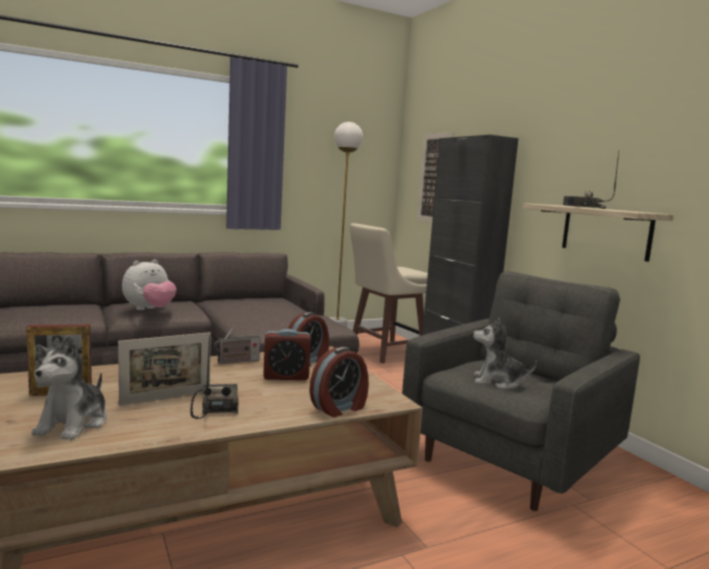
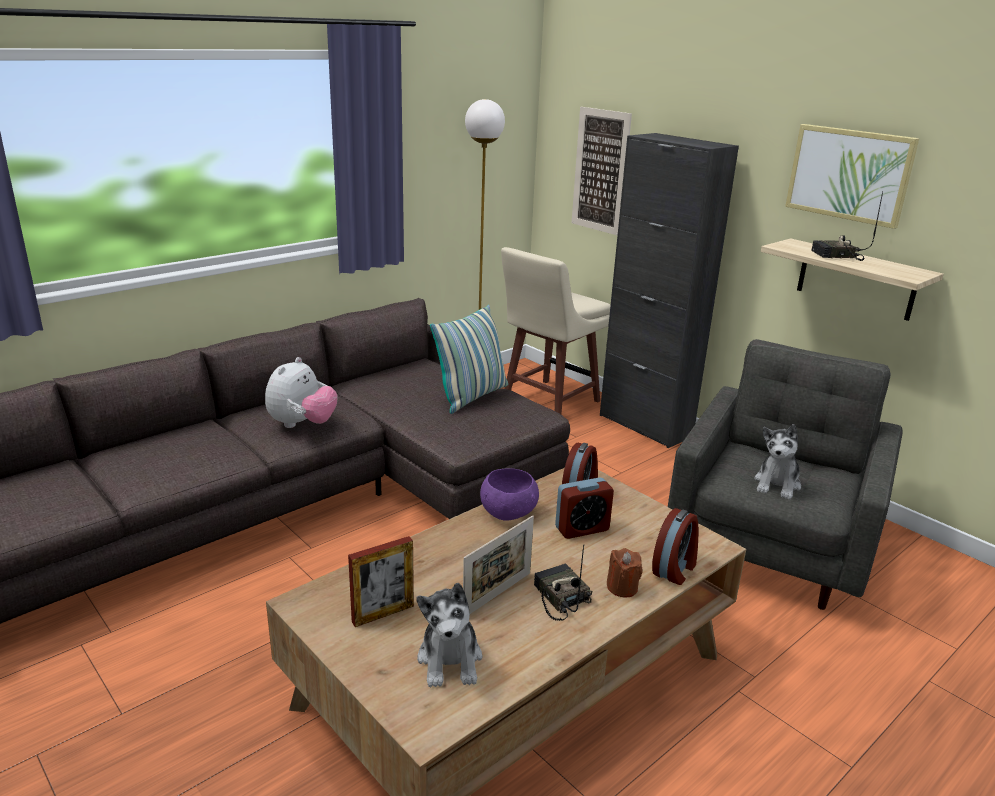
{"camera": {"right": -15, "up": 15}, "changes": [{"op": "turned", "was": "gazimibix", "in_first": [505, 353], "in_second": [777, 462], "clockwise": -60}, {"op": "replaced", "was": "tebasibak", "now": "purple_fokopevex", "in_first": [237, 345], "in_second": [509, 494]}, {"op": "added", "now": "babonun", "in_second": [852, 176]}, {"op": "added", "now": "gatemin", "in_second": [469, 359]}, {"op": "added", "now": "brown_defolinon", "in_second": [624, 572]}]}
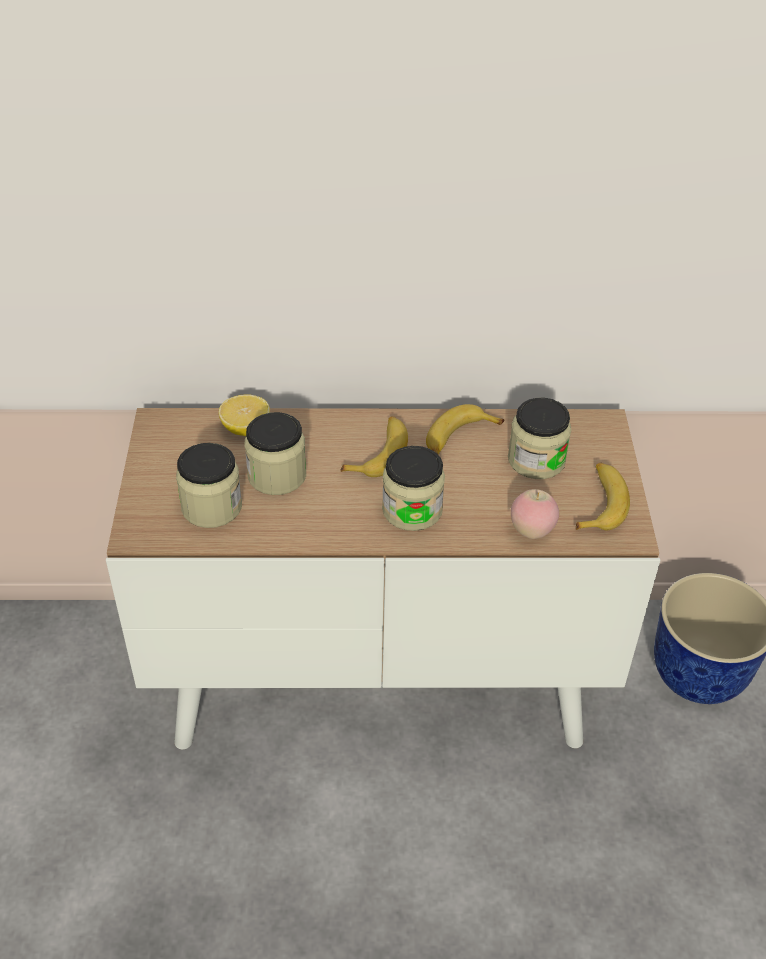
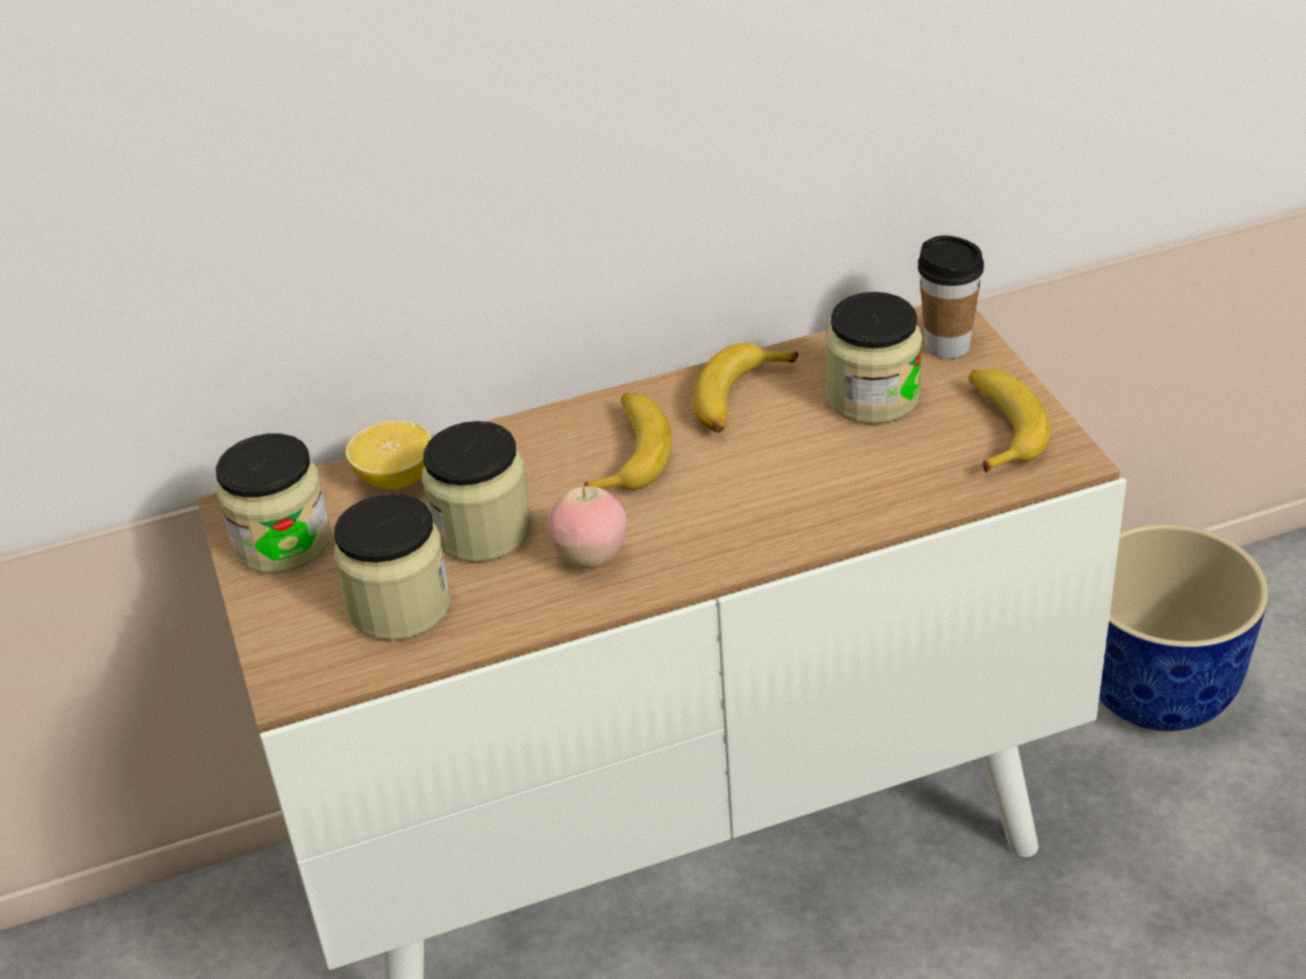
{"camera": {"right": -15, "up": -5}, "changes": [{"op": "moved", "was": "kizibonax", "in_first": [413, 488], "in_second": [274, 504]}, {"op": "moved", "was": "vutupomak", "in_first": [535, 514], "in_second": [587, 527]}, {"op": "added", "now": "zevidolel", "in_second": [951, 297]}]}
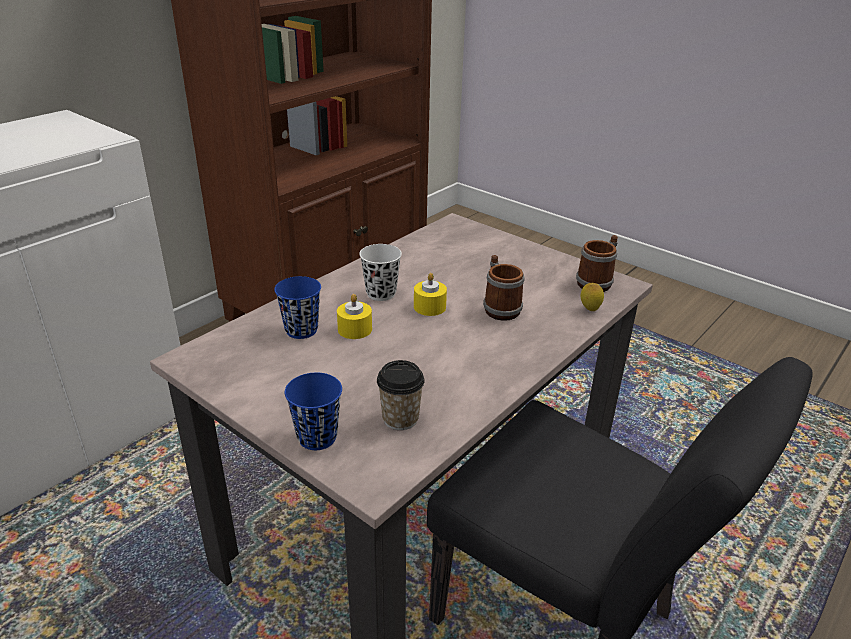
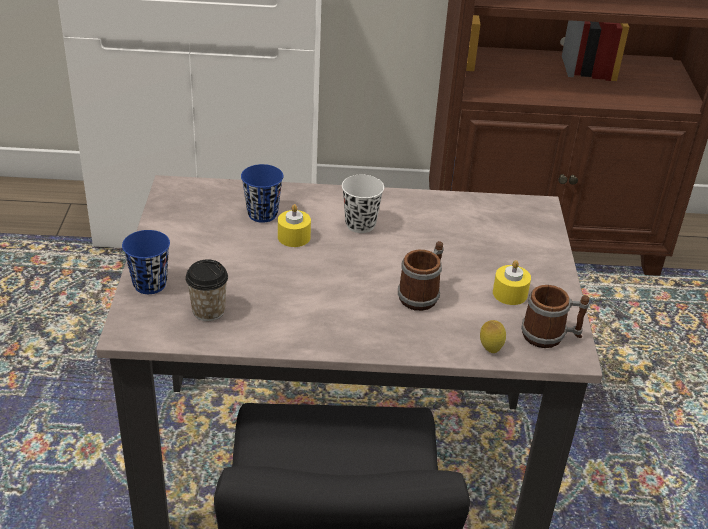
{"camera": {"right": 50, "up": 5}, "changes": [{"op": "moved", "was": "yellow_defolinon", "in_first": [430, 294], "in_second": [512, 282]}]}
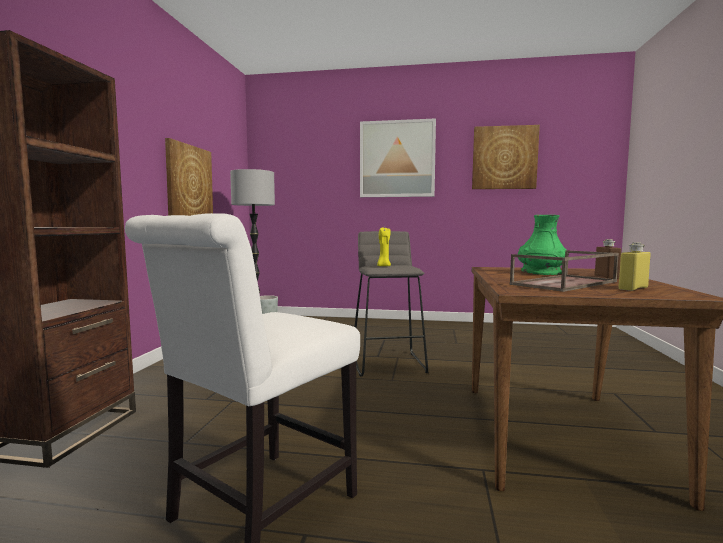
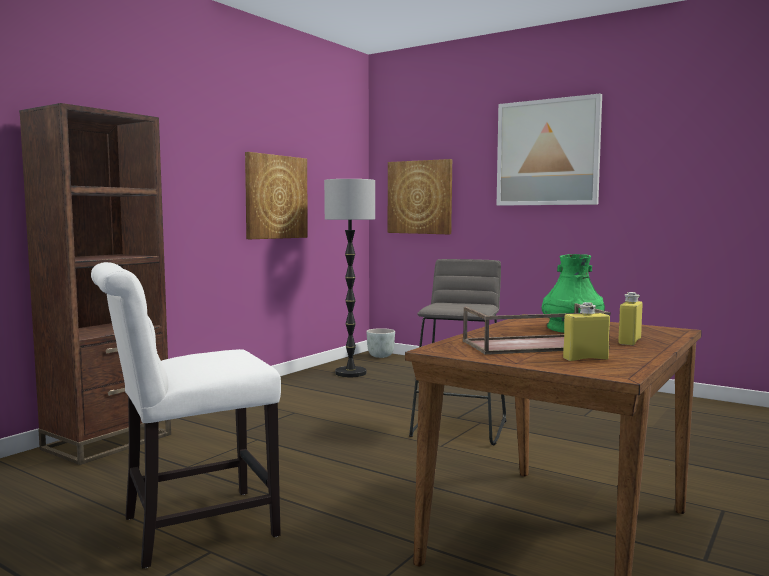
{"camera": {"right": 25, "up": 0}, "changes": [{"op": "moved", "was": "babonun", "in_first": [506, 157], "in_second": [420, 196]}, {"op": "removed", "was": "yellow_defolinon", "in_first": [384, 247]}, {"op": "recoloured", "was": "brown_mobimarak", "now": "yellow_mobimarak", "in_first": [608, 259], "in_second": [630, 318]}]}
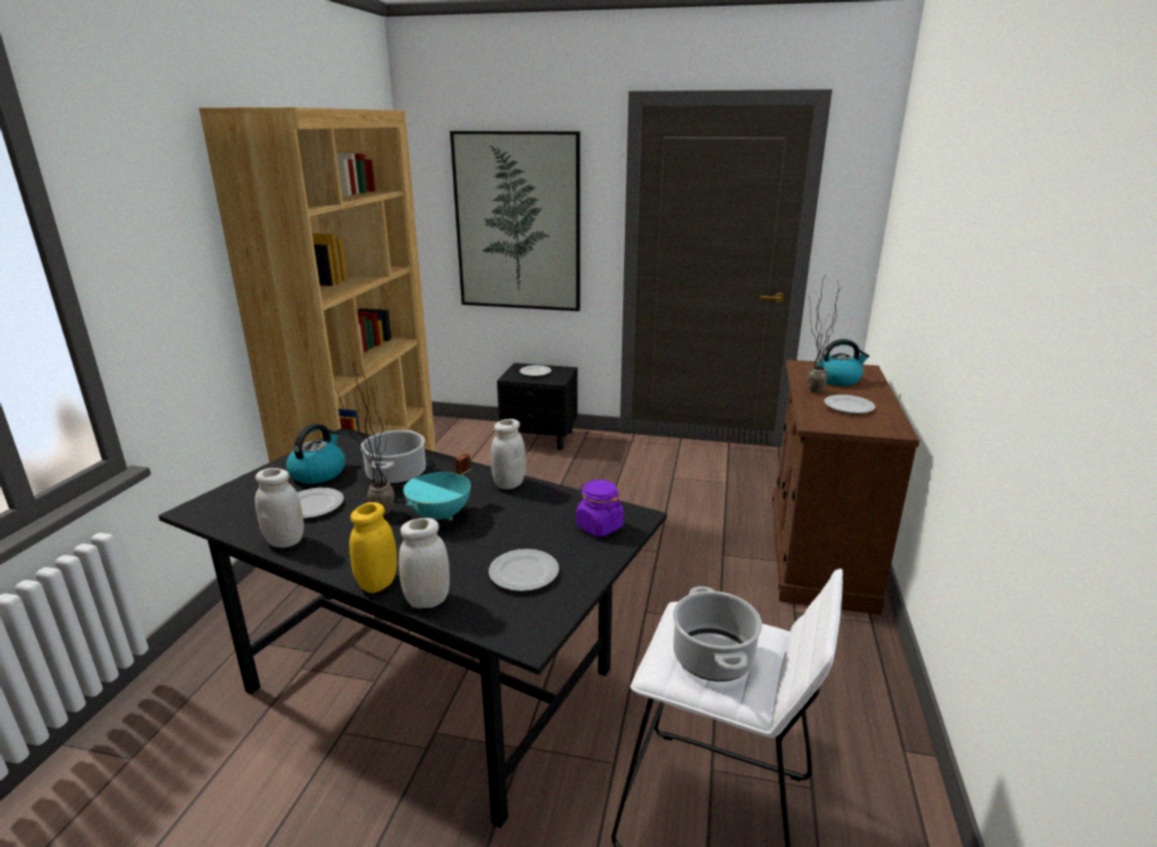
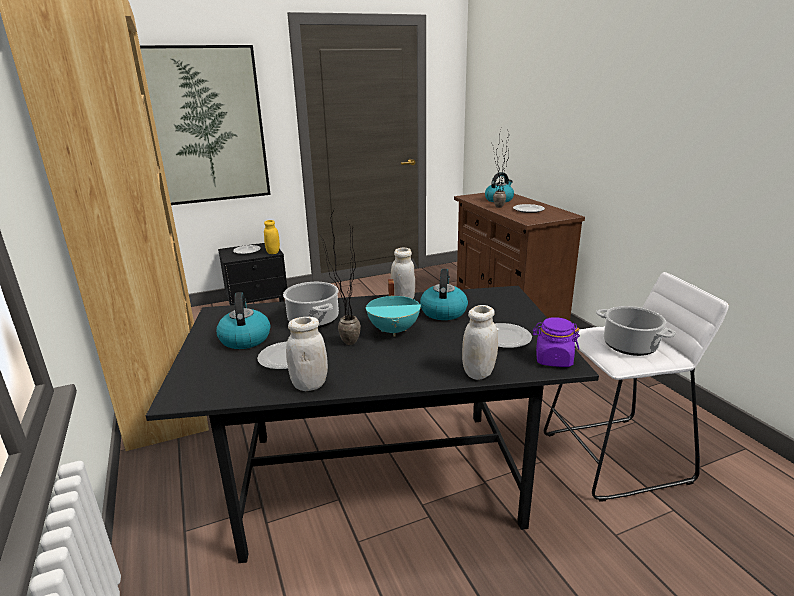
{"camera": {"right": -35, "up": 0}, "changes": [{"op": "moved", "was": "purple_kizibonax", "in_first": [600, 508], "in_second": [556, 342]}, {"op": "moved", "was": "yellow_kizibonax", "in_first": [373, 547], "in_second": [272, 237]}, {"op": "added", "now": "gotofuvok", "in_second": [444, 294]}]}
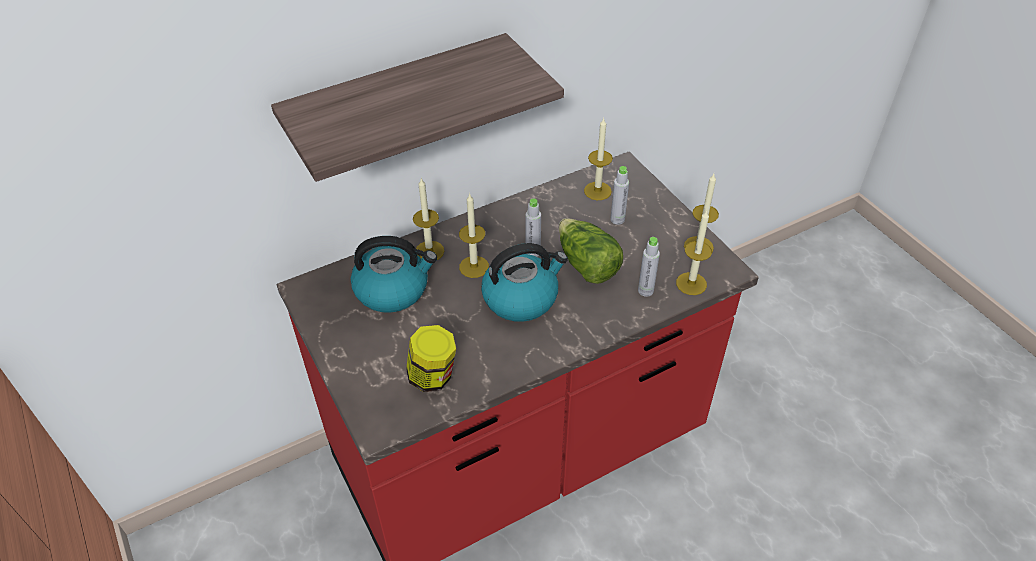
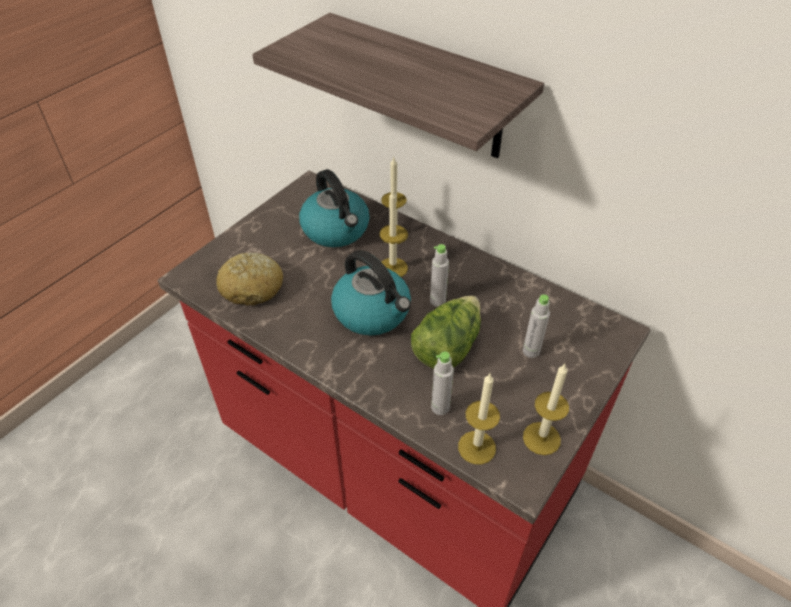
{"camera": {"right": 65, "up": 0}, "changes": [{"op": "removed", "was": "defolinon", "in_first": [598, 159]}, {"op": "replaced", "was": "kizibonax", "now": "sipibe", "in_first": [431, 358], "in_second": [249, 279]}]}
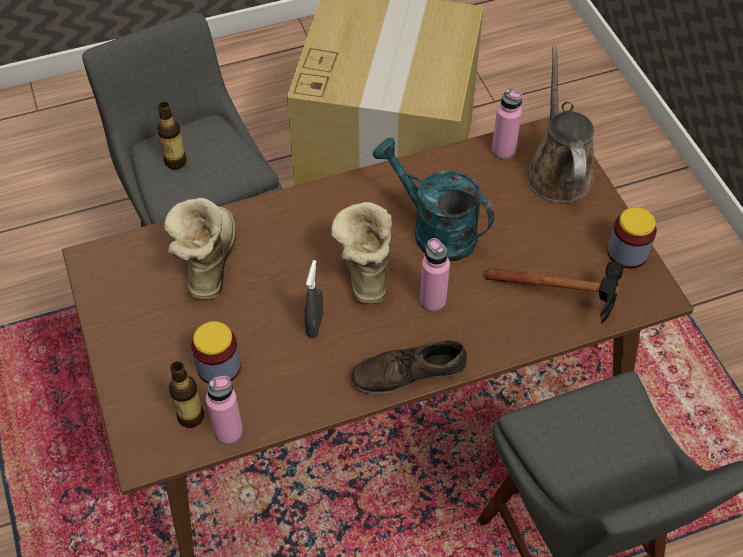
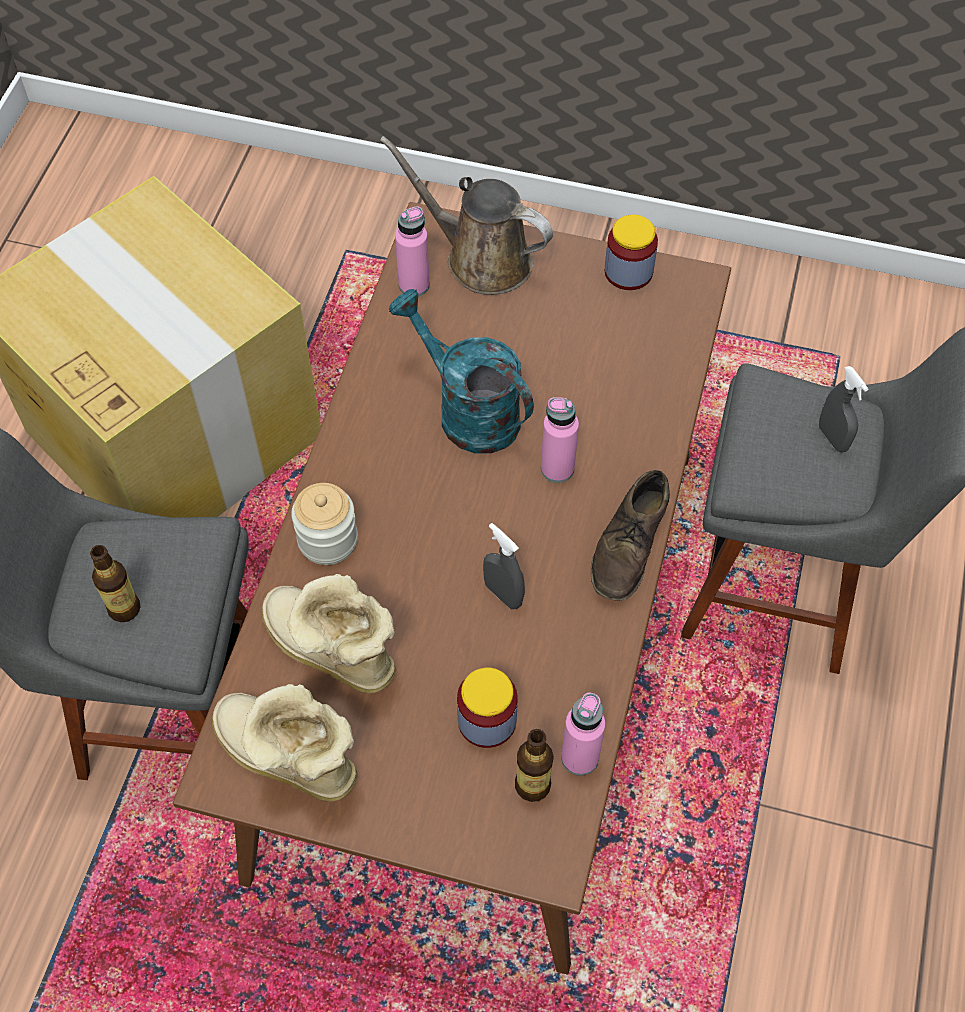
{"camera": {"right": -55, "up": 5}, "changes": [{"op": "turned", "was": "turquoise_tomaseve", "in_first": [433, 199], "in_second": [461, 371], "clockwise": 60}, {"op": "moved", "was": "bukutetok", "in_first": [361, 253], "in_second": [285, 742]}, {"op": "removed", "was": "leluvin", "in_first": [555, 292]}, {"op": "added", "now": "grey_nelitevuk", "in_second": [843, 409]}, {"op": "added", "now": "kizibonax", "in_second": [324, 524]}]}
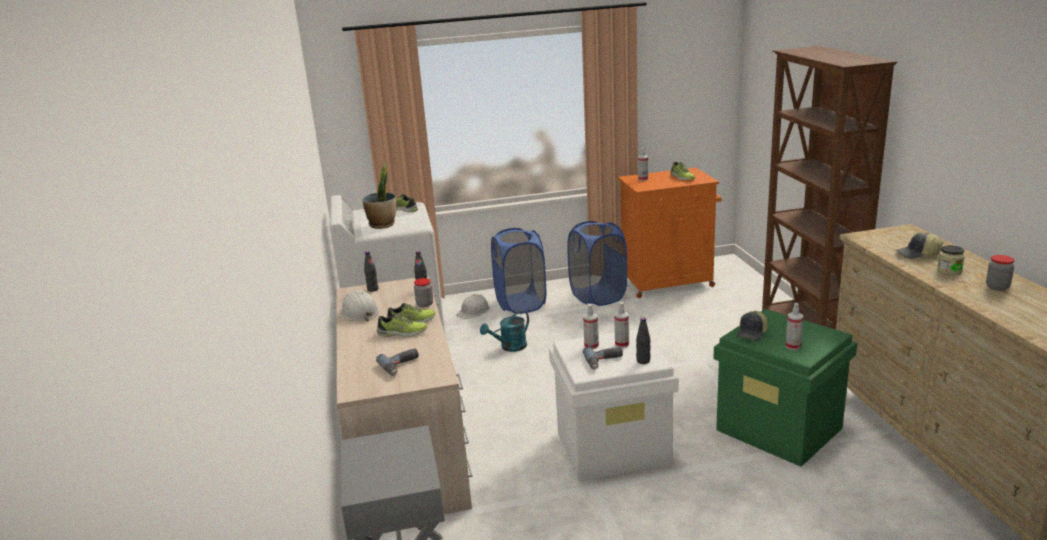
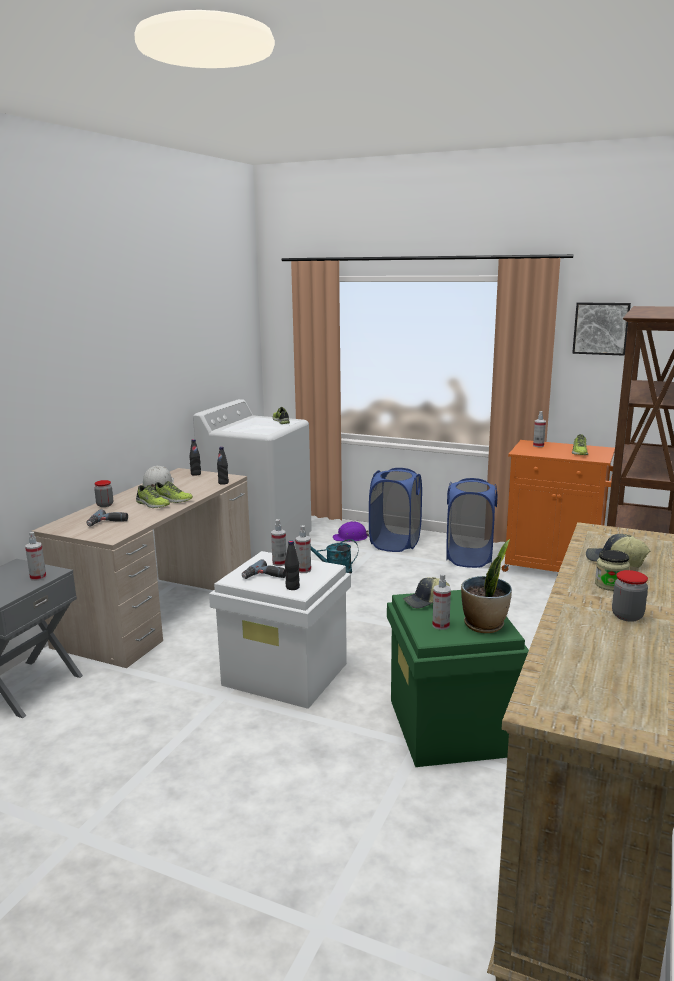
{"camera": {"right": 35, "up": -5}, "changes": [{"op": "moved", "was": "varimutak", "in_first": [379, 196], "in_second": [486, 586]}, {"op": "moved", "was": "kizibonax", "in_first": [423, 292], "in_second": [103, 493]}, {"op": "recoloured", "was": "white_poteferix", "now": "purple_poteferix", "in_first": [473, 306], "in_second": [351, 531]}, {"op": "added", "now": "babonun", "in_second": [601, 329]}, {"op": "added", "now": "nelitevuk", "in_second": [35, 556]}]}
